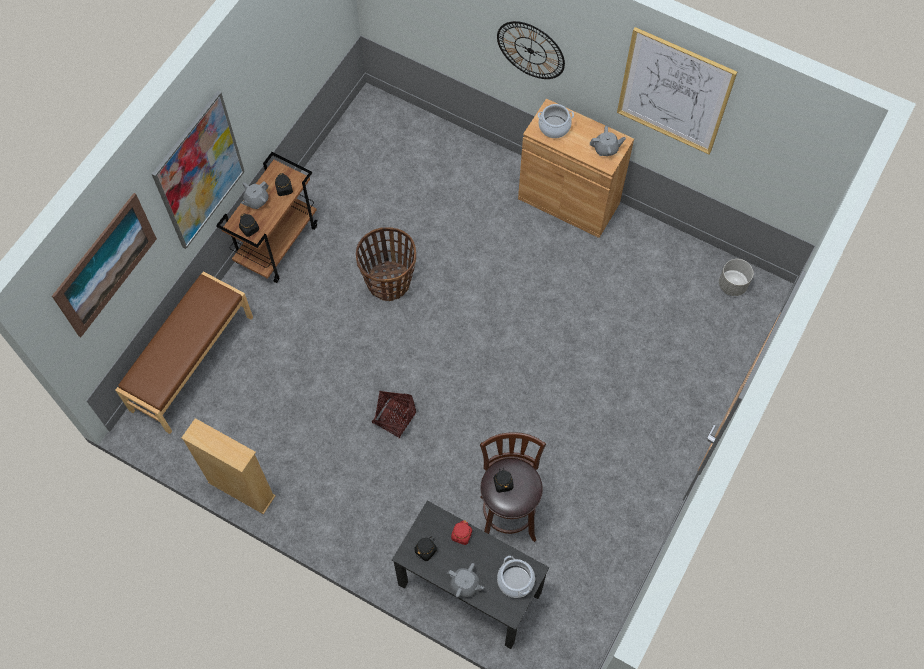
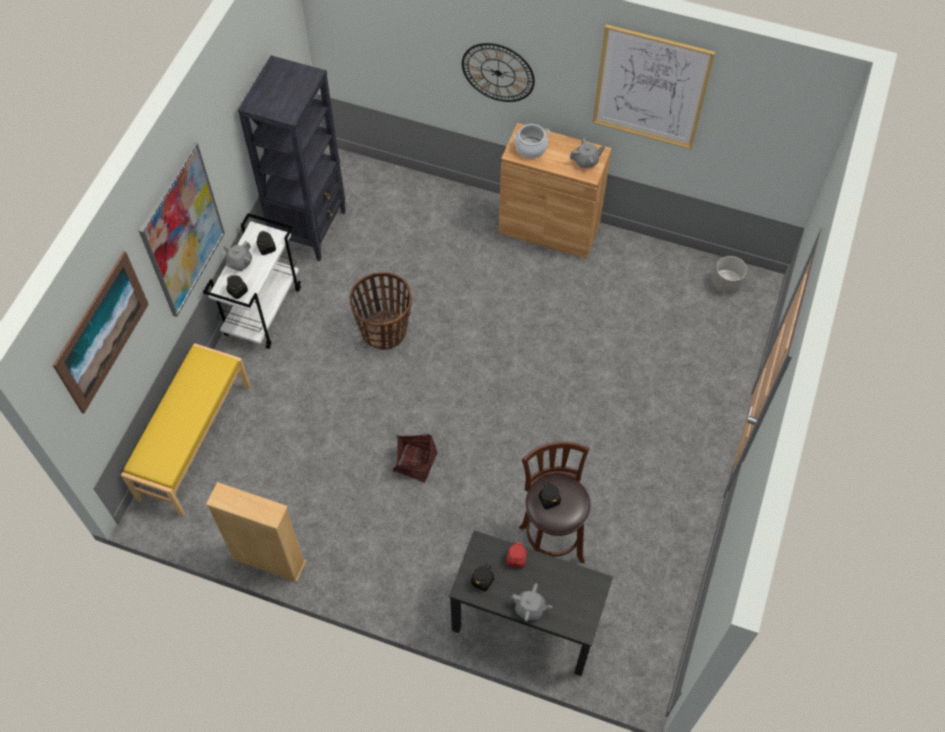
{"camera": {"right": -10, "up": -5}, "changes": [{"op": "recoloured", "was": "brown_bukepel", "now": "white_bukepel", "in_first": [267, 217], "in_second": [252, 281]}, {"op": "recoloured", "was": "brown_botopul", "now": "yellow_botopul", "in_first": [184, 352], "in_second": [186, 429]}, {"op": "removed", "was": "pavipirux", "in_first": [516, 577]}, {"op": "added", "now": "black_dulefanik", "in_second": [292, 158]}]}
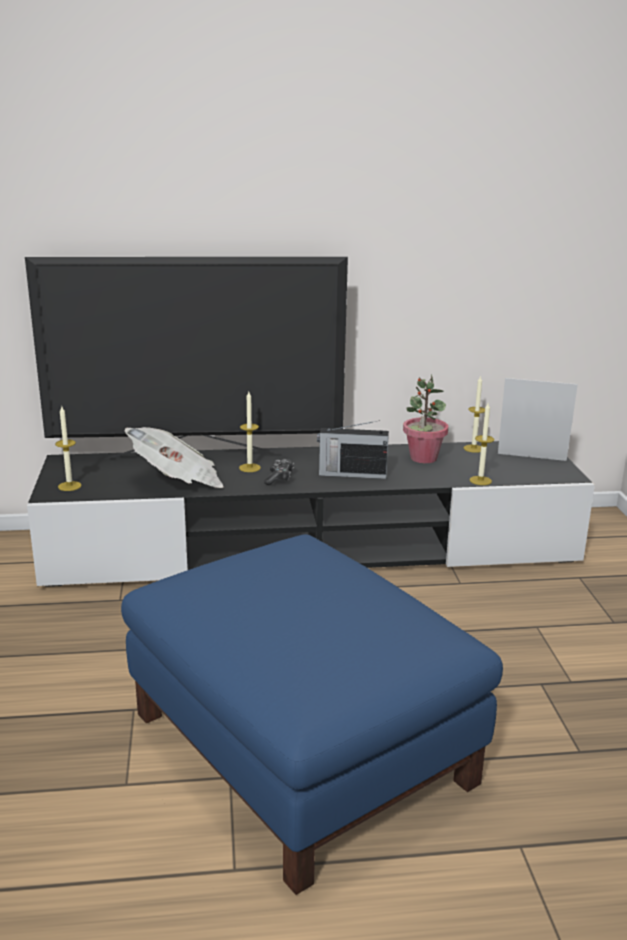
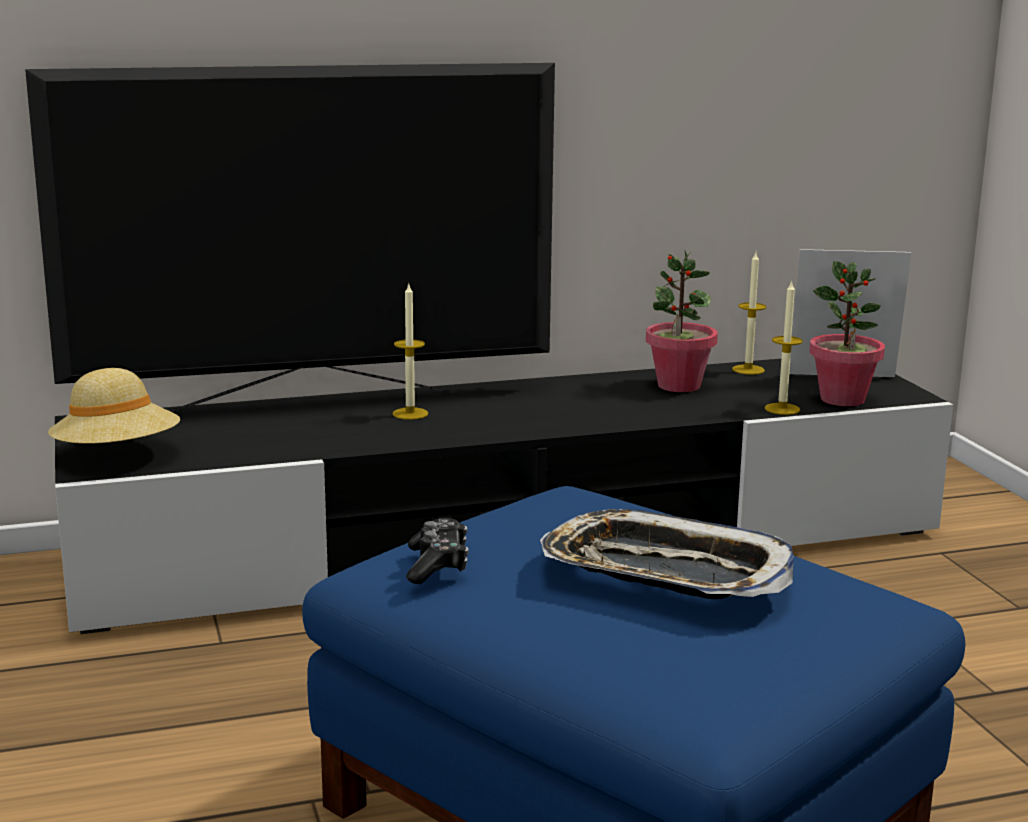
{"camera": {"right": -10, "up": -5}, "changes": [{"op": "replaced", "was": "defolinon", "now": "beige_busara", "in_first": [68, 448], "in_second": [114, 406]}, {"op": "removed", "was": "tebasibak", "in_first": [353, 449]}, {"op": "removed", "was": "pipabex", "in_first": [173, 457]}, {"op": "moved", "was": "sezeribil", "in_first": [279, 472], "in_second": [437, 551]}, {"op": "added", "now": "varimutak", "in_second": [847, 333]}, {"op": "added", "now": "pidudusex", "in_second": [667, 554]}]}
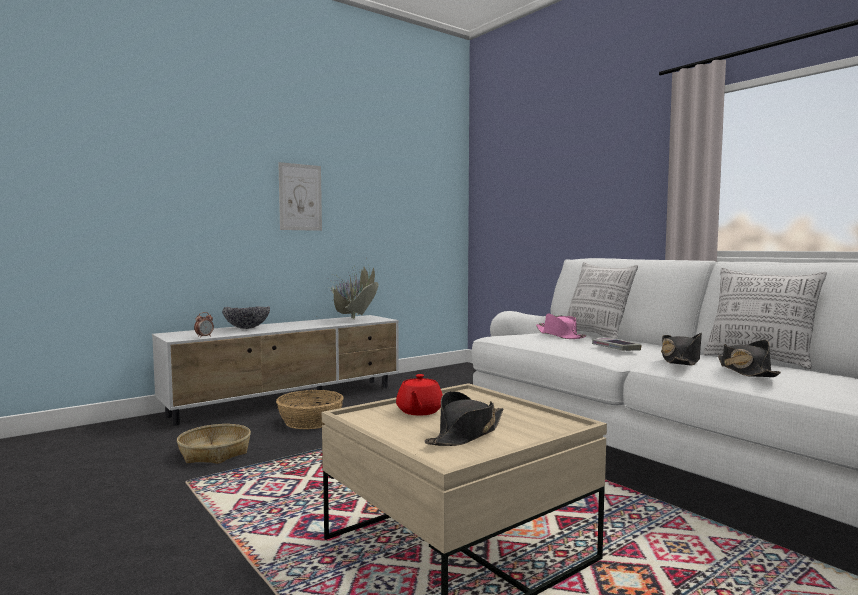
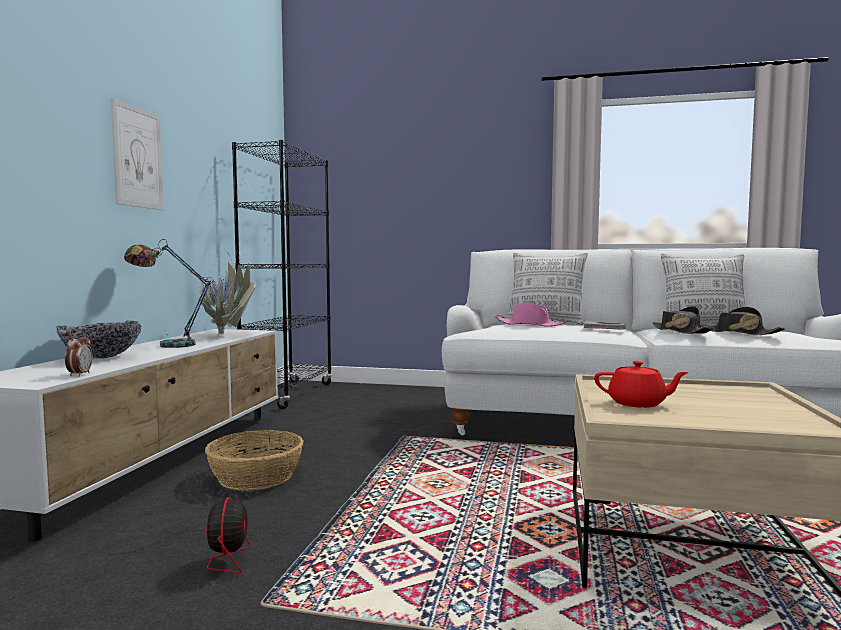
{"camera": {"right": -40, "up": 0}, "changes": [{"op": "turned", "was": "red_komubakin", "in_first": [419, 394], "in_second": [641, 384], "clockwise": -45}, {"op": "removed", "was": "black_busara", "in_first": [464, 418]}, {"op": "replaced", "was": "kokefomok", "now": "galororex", "in_first": [214, 444], "in_second": [182, 535]}, {"op": "added", "now": "black_dulefanik", "in_second": [282, 274]}, {"op": "added", "now": "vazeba", "in_second": [168, 293]}]}
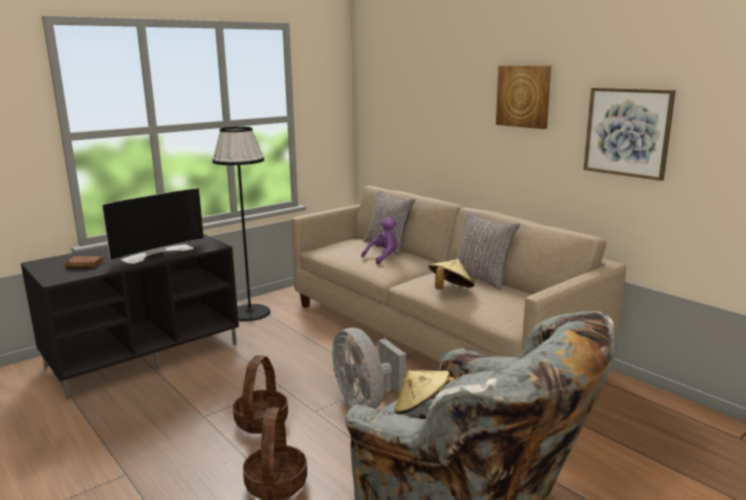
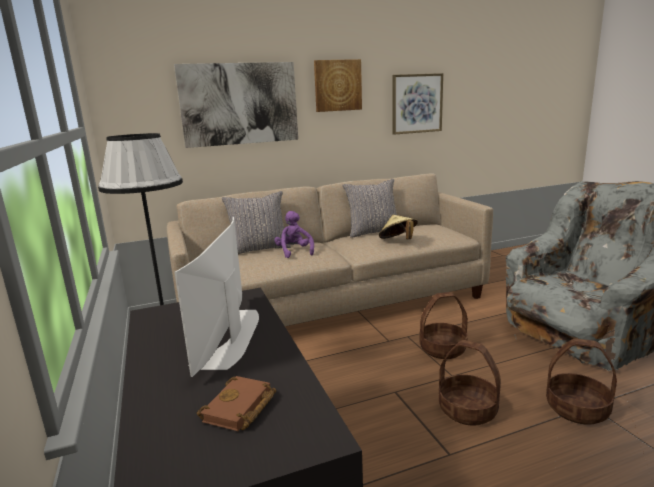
{"camera": {"right": -70, "up": 0}, "changes": [{"op": "turned", "was": "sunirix", "in_first": [153, 226], "in_second": [217, 297], "clockwise": -150}, {"op": "replaced", "was": "grey_galororex", "now": "kokefomok", "in_first": [369, 368], "in_second": [443, 325]}, {"op": "removed", "was": "beige_busara", "in_first": [424, 392]}, {"op": "added", "now": "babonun", "in_second": [236, 105]}]}
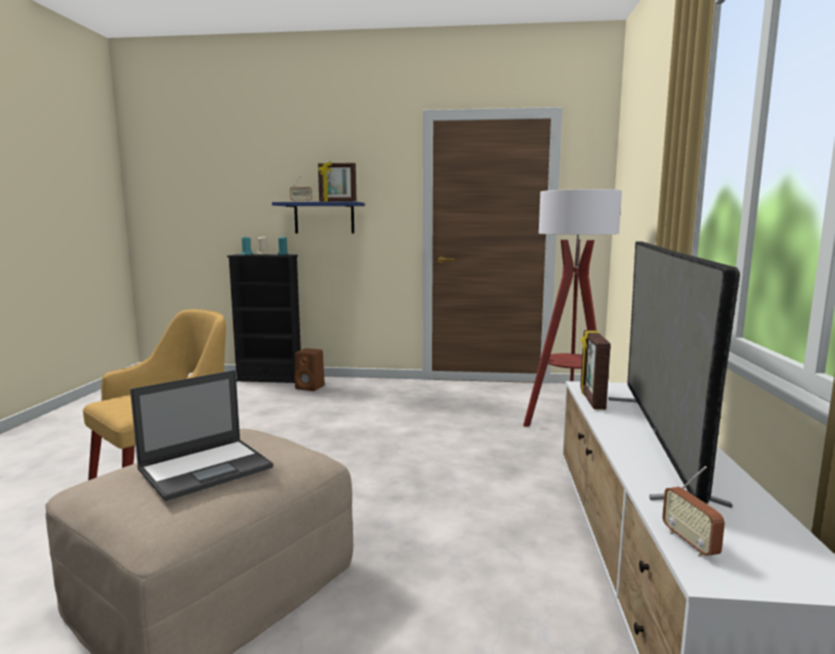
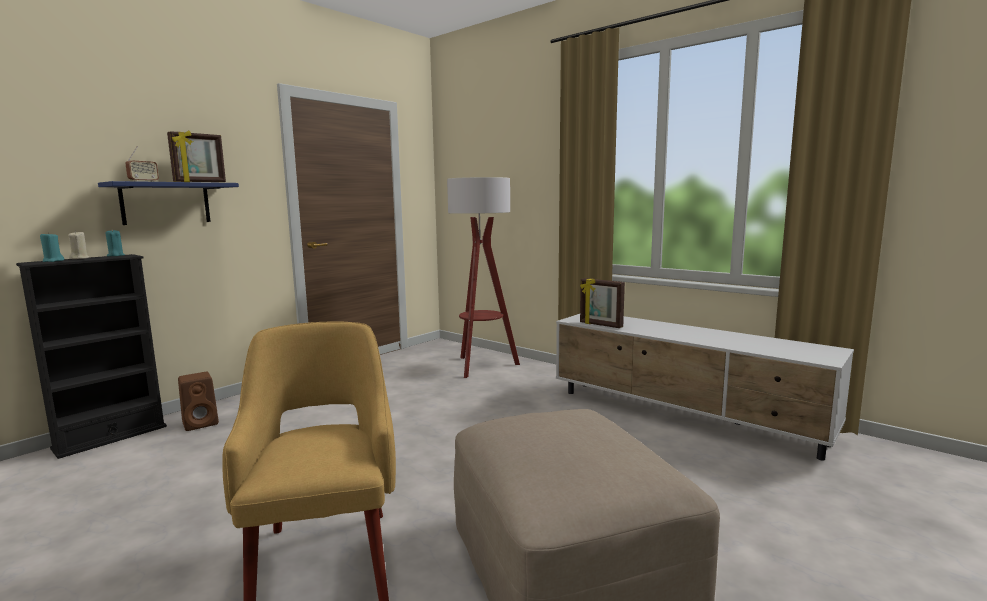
{"camera": {"right": -55, "up": 0}, "changes": [{"op": "removed", "was": "sunirix", "in_first": [674, 375]}, {"op": "removed", "was": "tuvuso", "in_first": [201, 435]}, {"op": "removed", "was": "tebasibak", "in_first": [693, 511]}]}
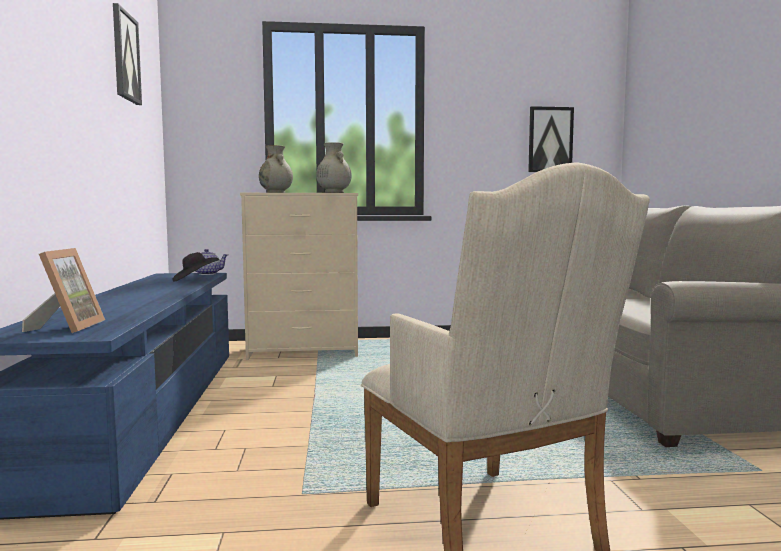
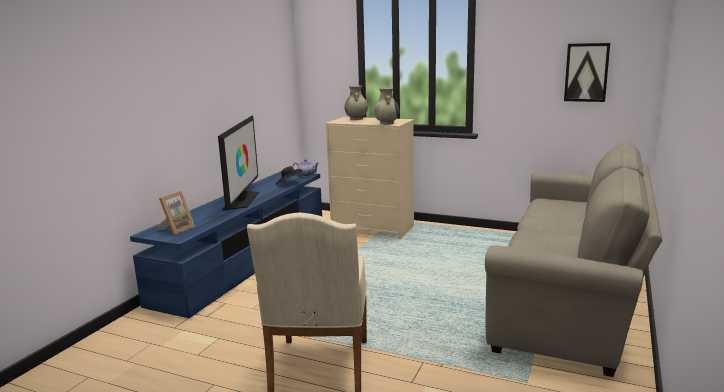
{"camera": {"right": 30, "up": 10}, "changes": [{"op": "removed", "was": "babonun", "in_first": [127, 54]}, {"op": "added", "now": "sunirix", "in_second": [238, 163]}]}
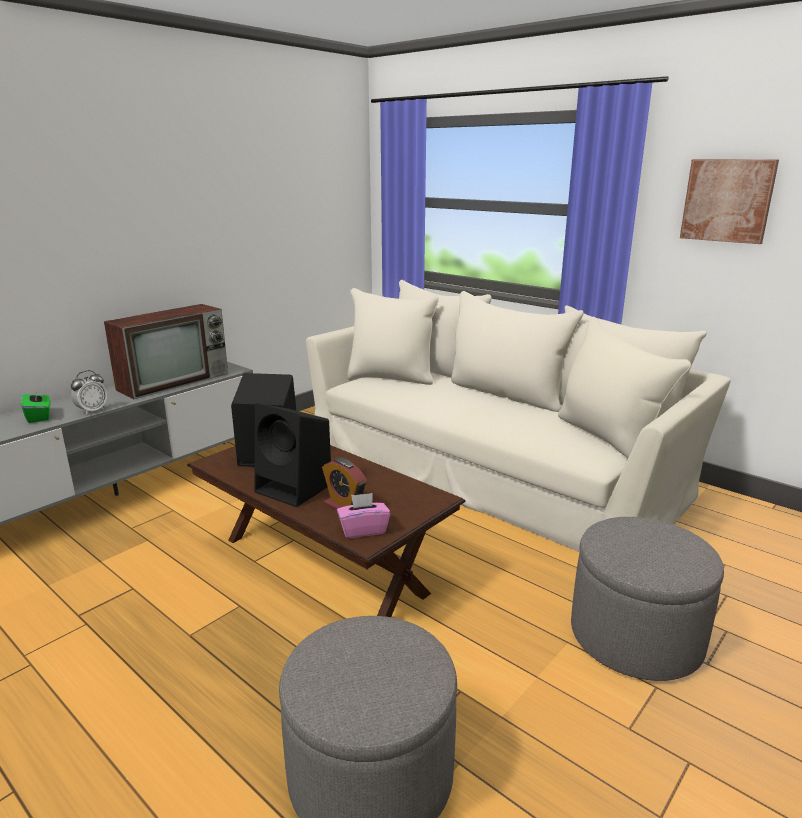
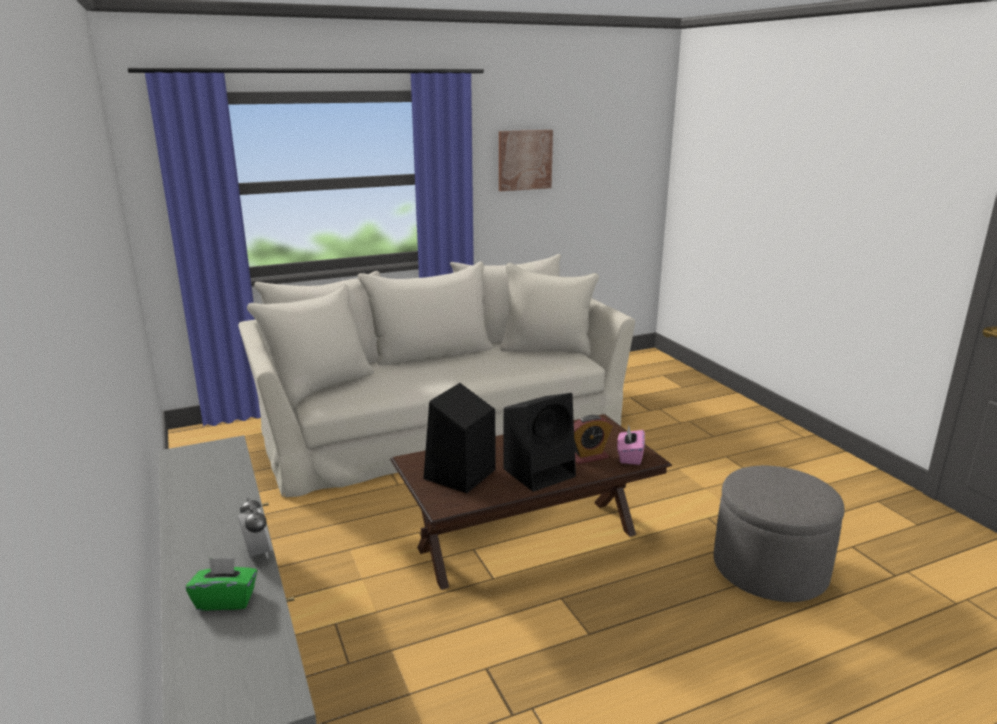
{"camera": {"right": -65, "up": 0}, "changes": [{"op": "removed", "was": "sunirix", "in_first": [166, 351]}, {"op": "removed", "was": "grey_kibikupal", "in_first": [647, 599]}]}
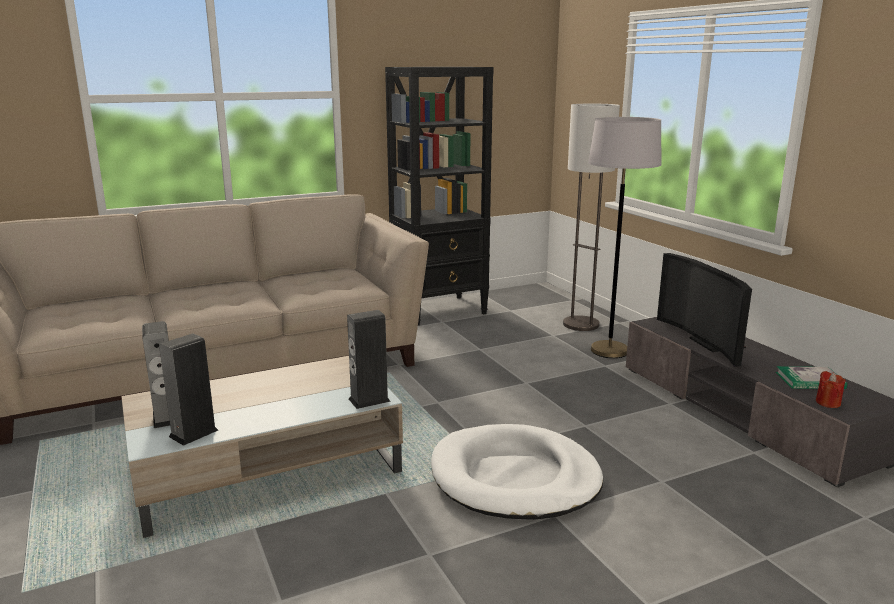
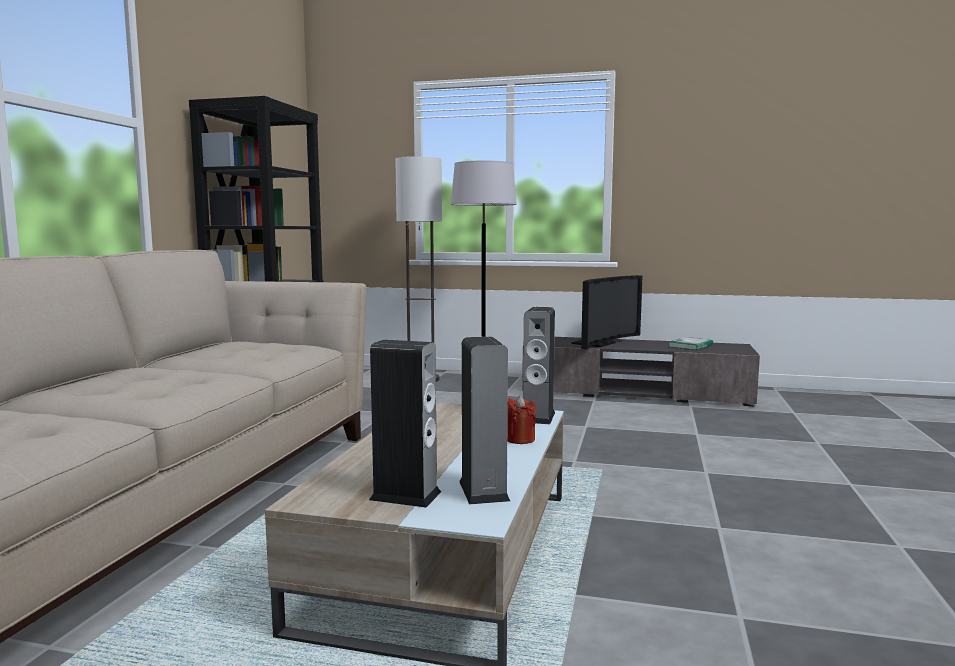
{"camera": {"right": -50, "up": -10}, "changes": [{"op": "turned", "was": "sunirix", "in_first": [704, 310], "in_second": [607, 312], "clockwise": -75}, {"op": "moved", "was": "red_defolinon", "in_first": [831, 389], "in_second": [521, 419]}, {"op": "removed", "was": "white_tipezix", "in_first": [517, 472]}]}
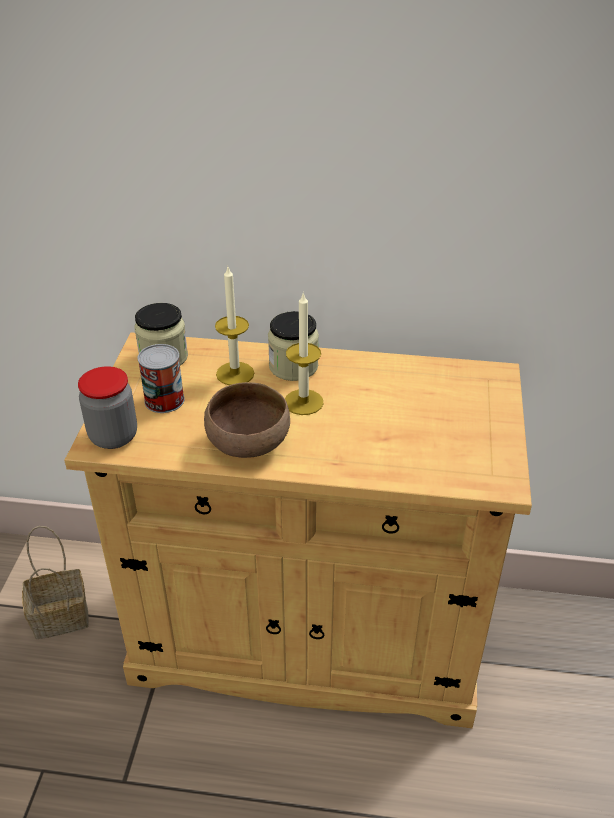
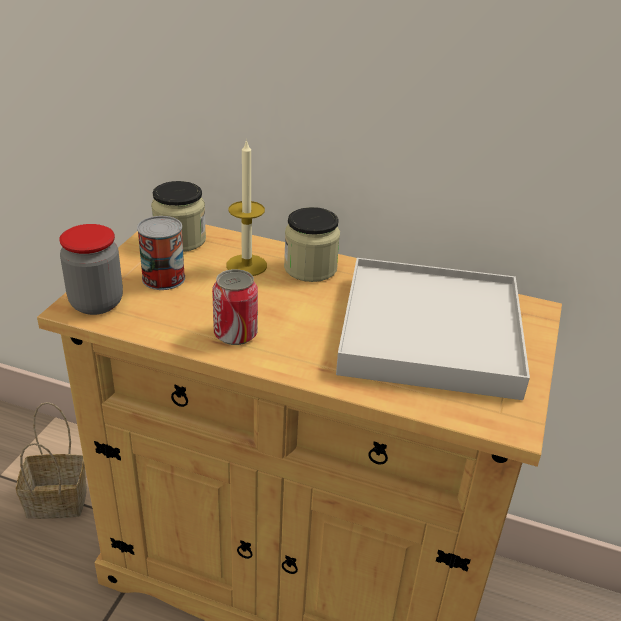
{"camera": {"right": 10, "up": -5}, "changes": [{"op": "removed", "was": "defolinon", "in_first": [304, 353]}, {"op": "replaced", "was": "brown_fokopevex", "now": "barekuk", "in_first": [247, 420], "in_second": [235, 307]}, {"op": "added", "now": "white_pidudusex", "in_second": [433, 329]}]}
